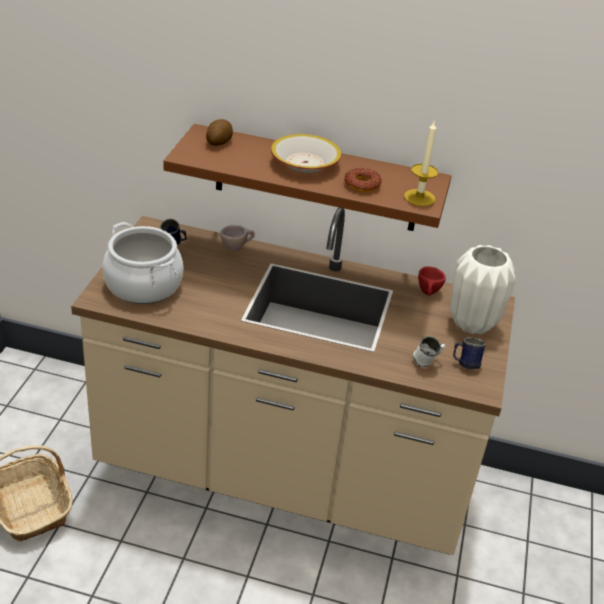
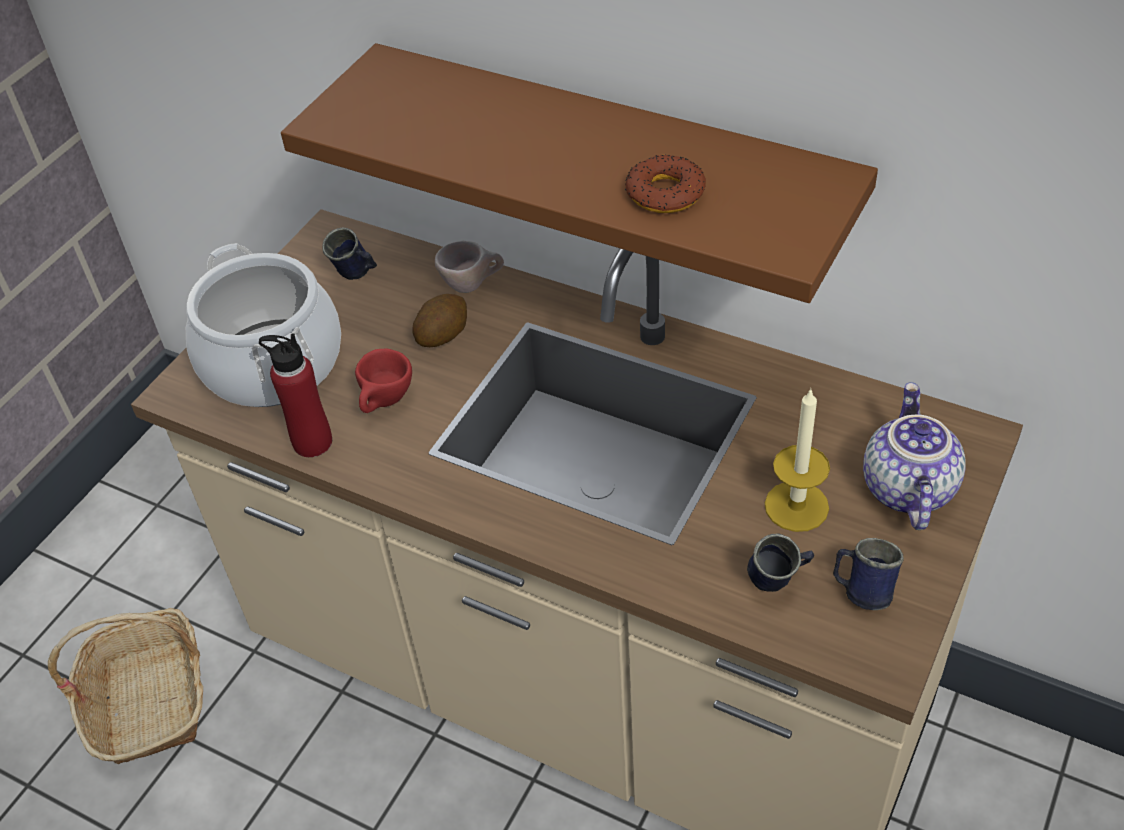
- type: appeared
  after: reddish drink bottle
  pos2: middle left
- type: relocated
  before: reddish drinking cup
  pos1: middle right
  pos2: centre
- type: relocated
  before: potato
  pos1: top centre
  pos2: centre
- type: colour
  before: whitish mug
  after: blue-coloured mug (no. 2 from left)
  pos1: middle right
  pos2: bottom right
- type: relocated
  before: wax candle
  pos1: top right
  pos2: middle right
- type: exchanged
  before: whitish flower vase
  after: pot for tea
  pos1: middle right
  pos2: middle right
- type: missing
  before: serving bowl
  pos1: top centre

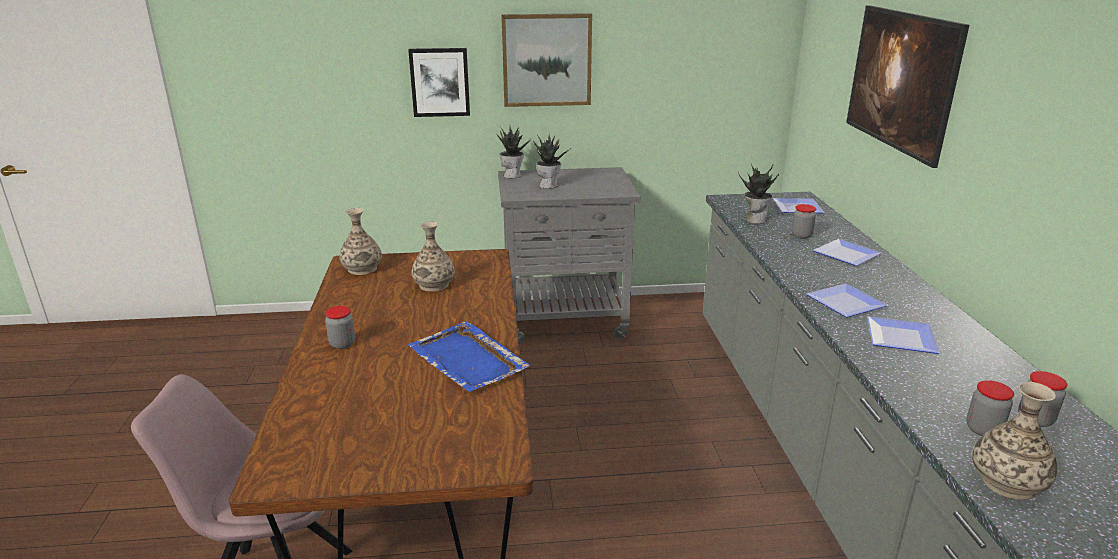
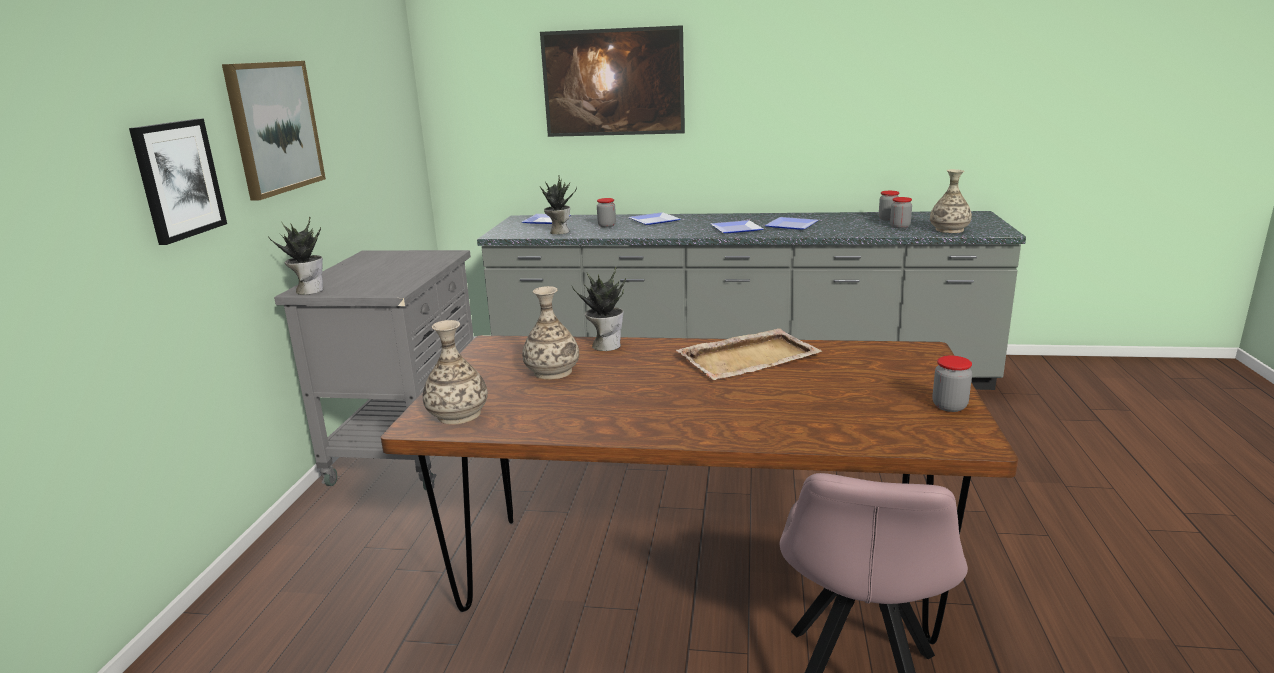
- type: relocated
  before: houseplant (no. 2 from left in the first image)
  after: houseplant (no. 3 from left)
  pos1: top centre
  pos2: centre
- type: colour
  before: blue-coloured tray
  after: sand-coloured tray
  pos1: centre
  pos2: centre
- type: relocated
  before: jar (no. 1 from left in the first image)
  after: jar (no. 4 from left)
  pos1: middle left
  pos2: middle right

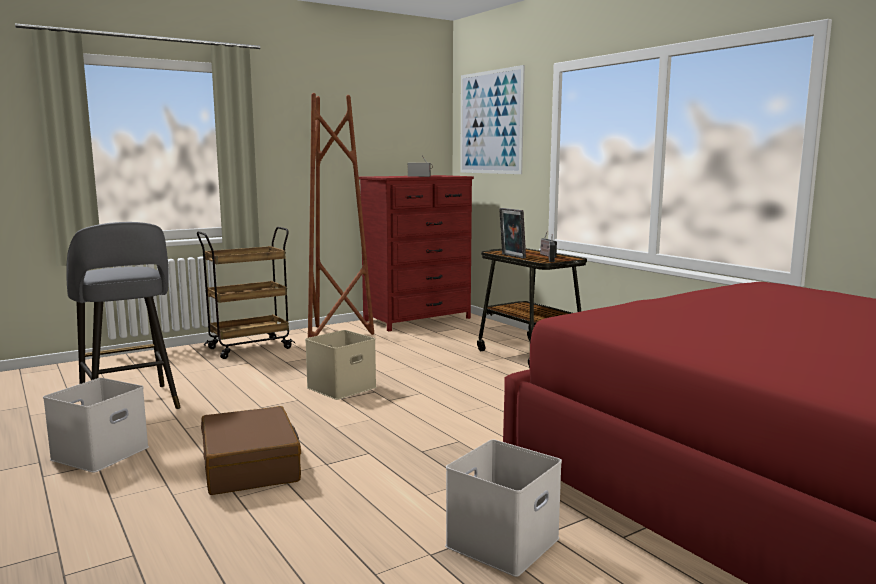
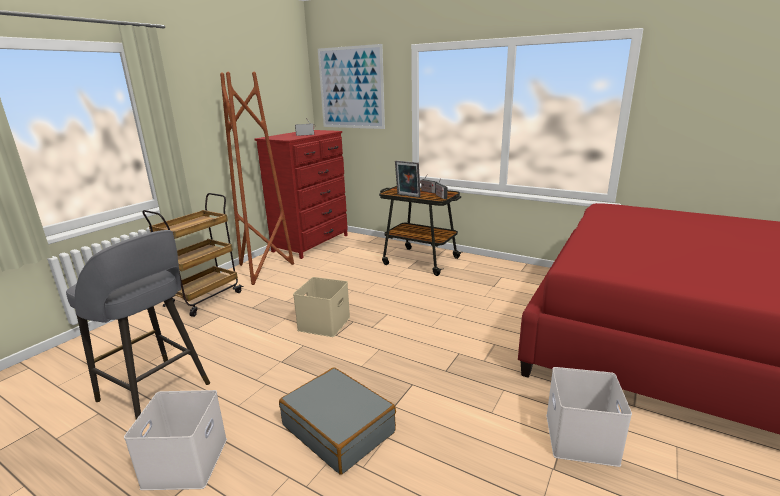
- type: colour
  before: brown piece of luggage
  after: grey piece of luggage
  pos1: bottom left
  pos2: bottom centre

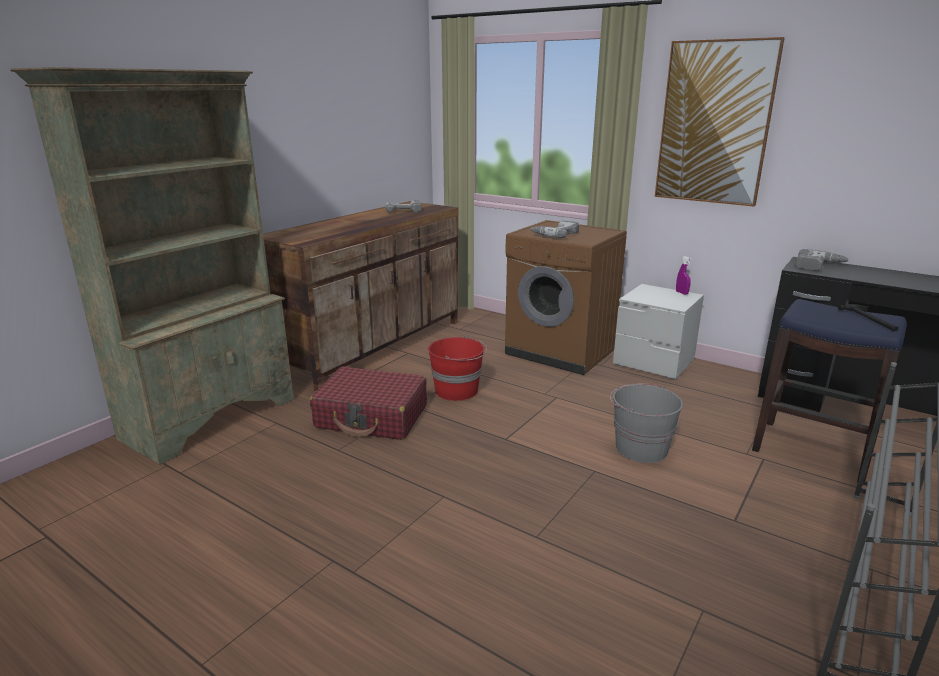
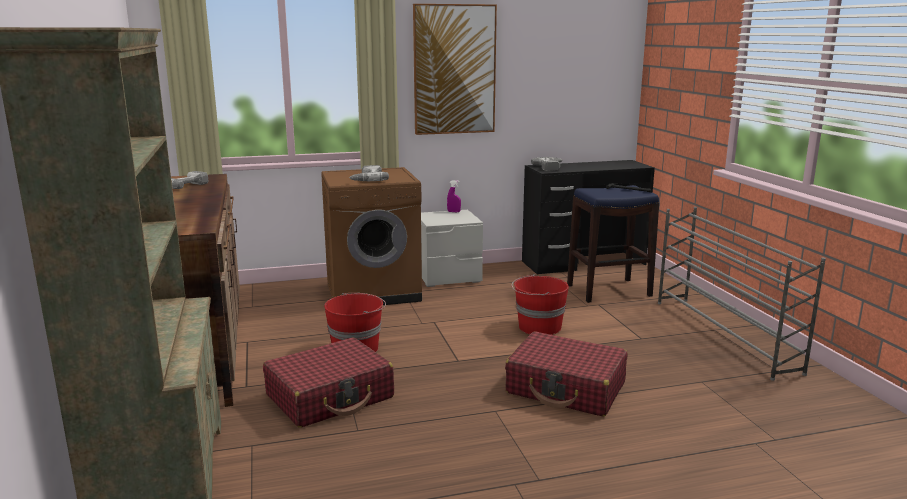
- type: appeared
  after: reddish piece of luggage (no. 2 from left)
  pos2: bottom centre
- type: colour
  before: grey bucket
  after: reddish bucket (no. 2 from left)
  pos1: middle right
  pos2: centre

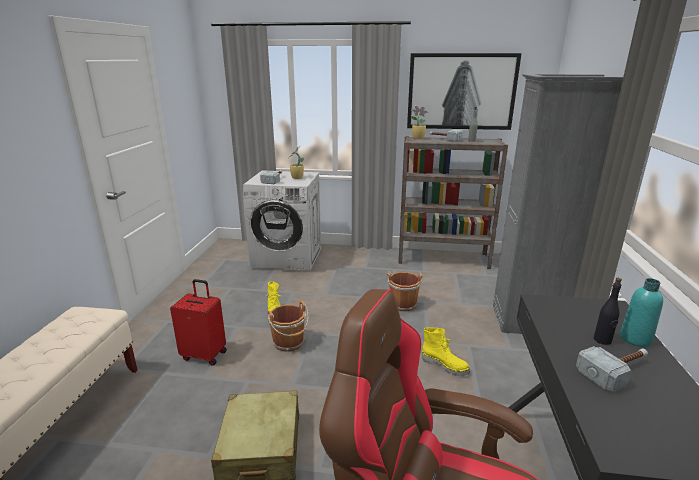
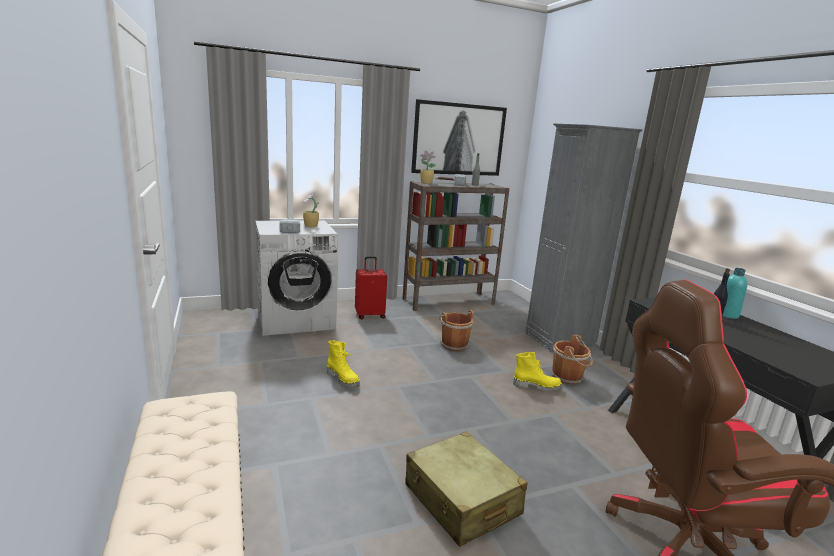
- type: relocated
  before: reddish piece of luggage
  pos1: bottom left
  pos2: centre
- type: relocated
  before: brown bucket (no. 1 from left in the first image)
  after: brown bucket (no. 2 from left)
  pos1: bottom centre
  pos2: middle right
- type: missing
  before: hammer (no. 3 from left)
  pos1: bottom right

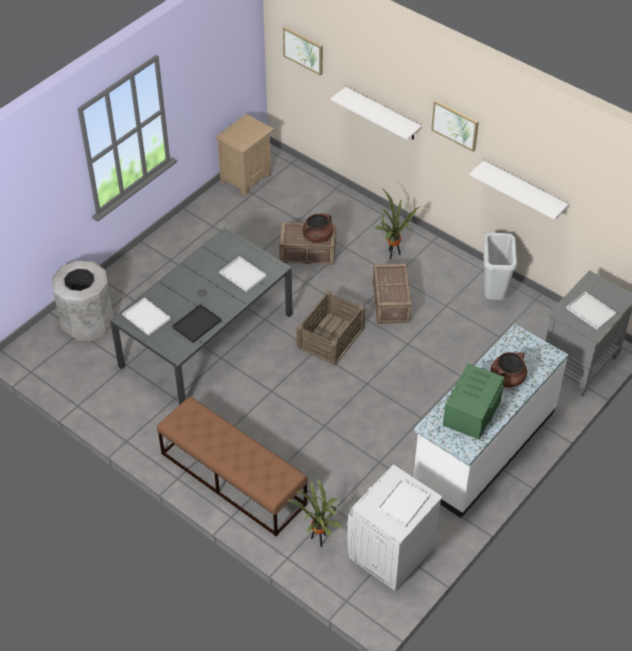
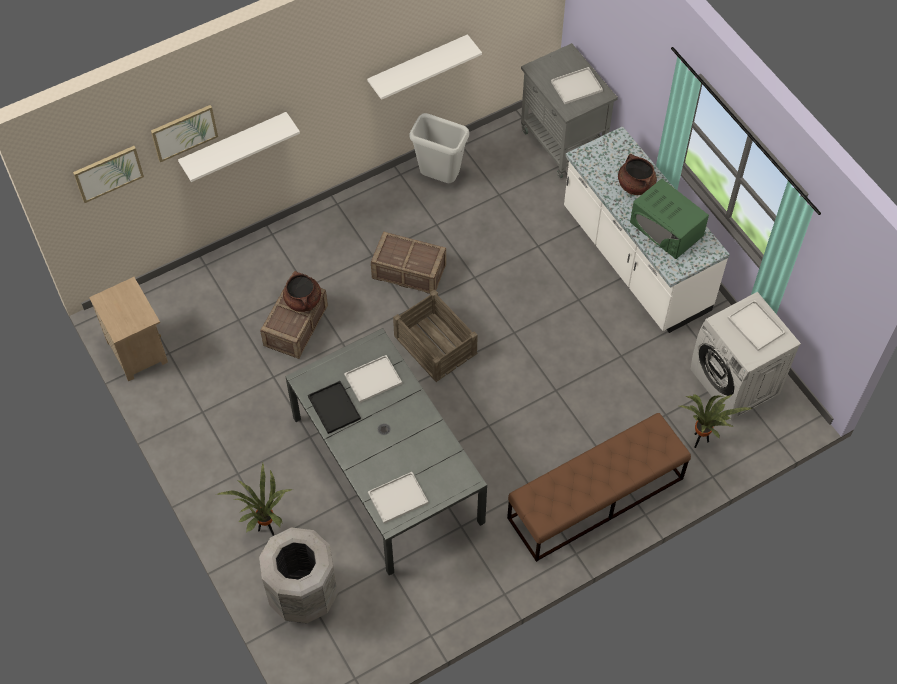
- type: relocated
  before: wall picture (no. 2 from left)
  pos1: top right
  pos2: top left
- type: relocated
  before: houseplant (no. 2 from left in the first image)
  after: houseplant (no. 1 from left)
  pos1: centre
  pos2: bottom left
- type: relocated
  before: blackish tray
  pos1: middle left
  pos2: centre

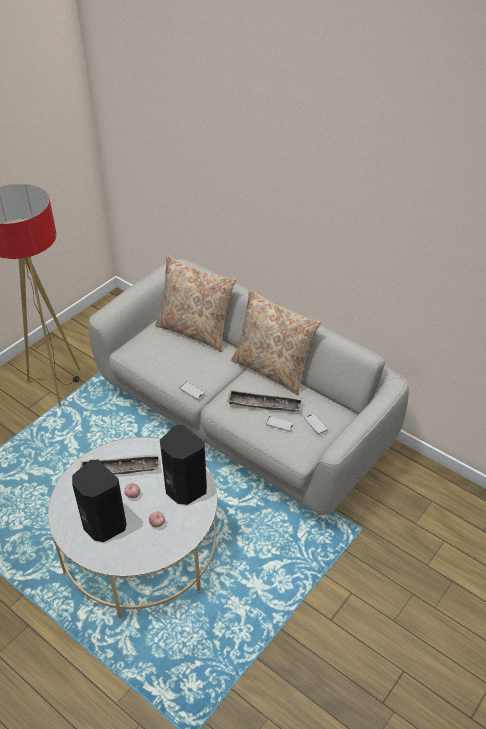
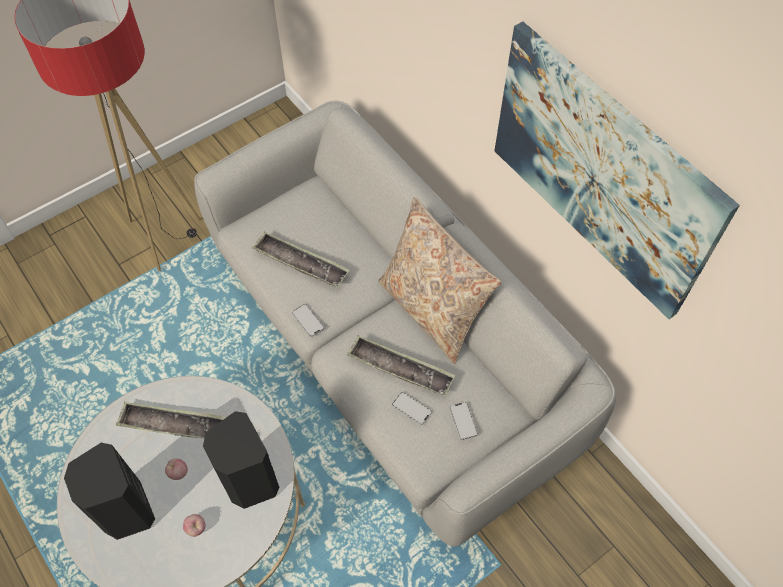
- type: appeared
  after: tray (no. 2 from left)
  pos2: centre
- type: appeared
  after: wall picture
  pos2: top right
- type: missing
  before: sand-coloured pillow (no. 1 from left)
  pos1: centre

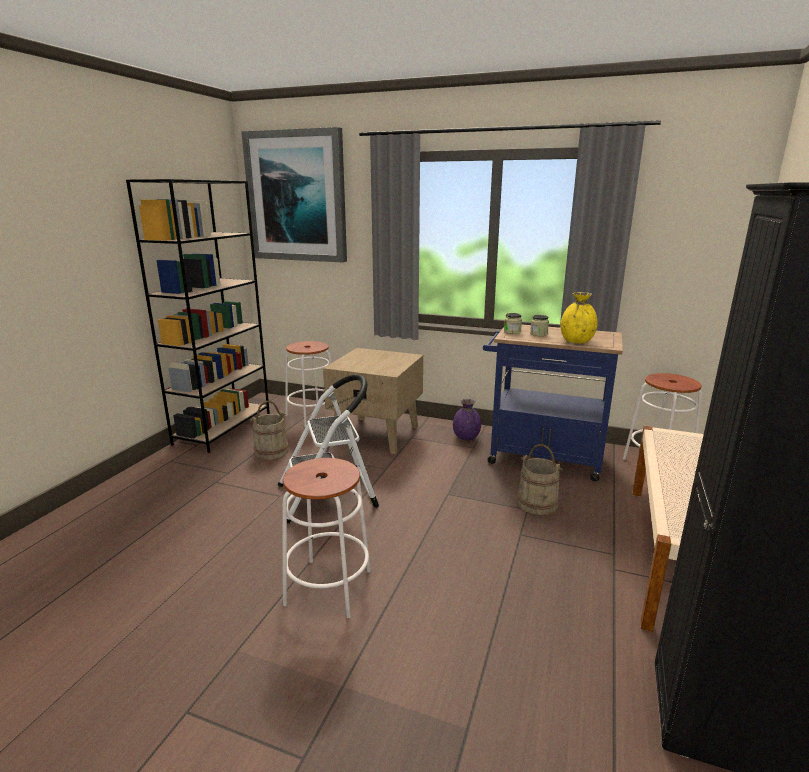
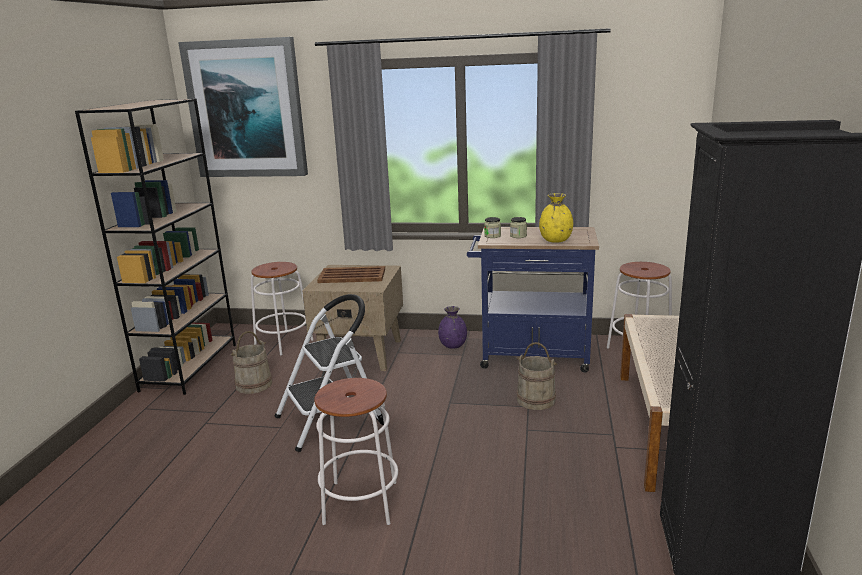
- type: appeared
  after: brown tray
  pos2: centre

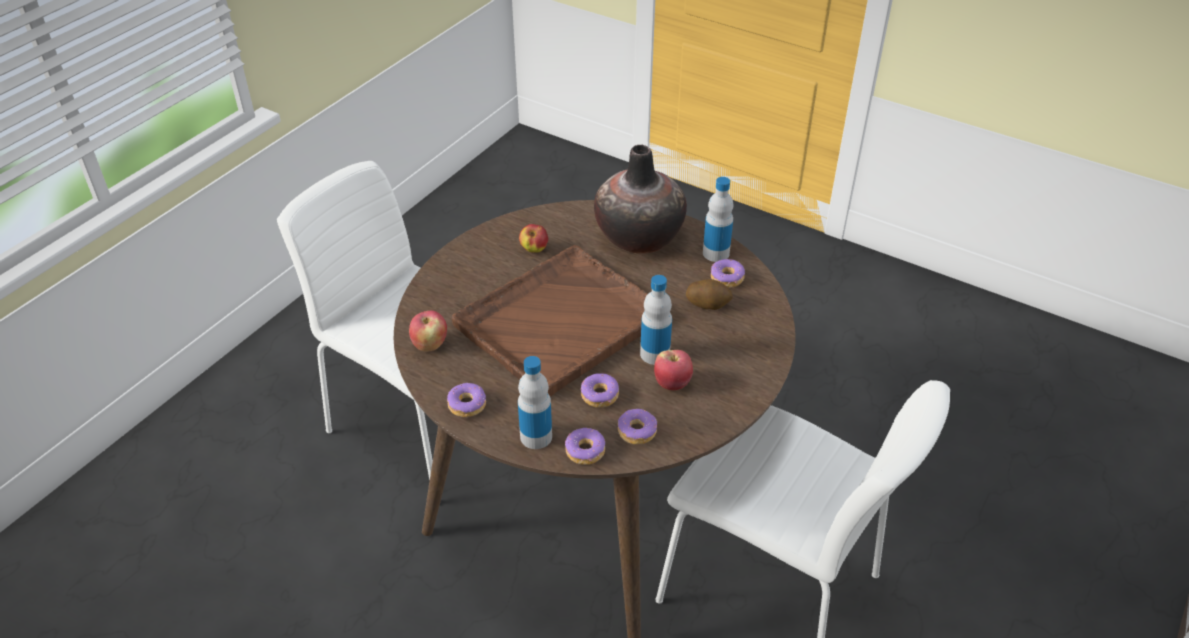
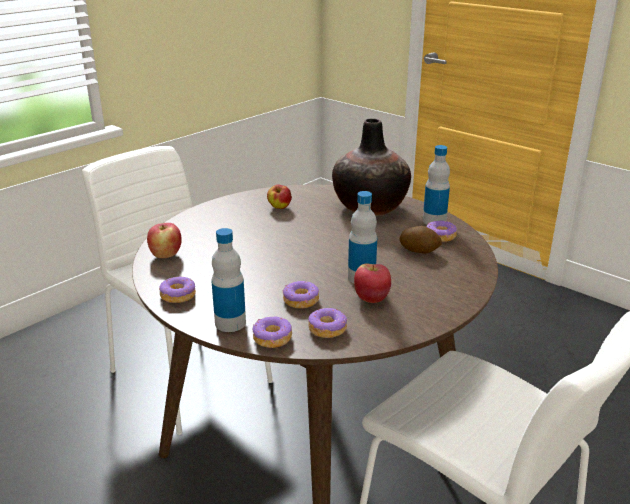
- type: missing
  before: brown tray
  pos1: centre

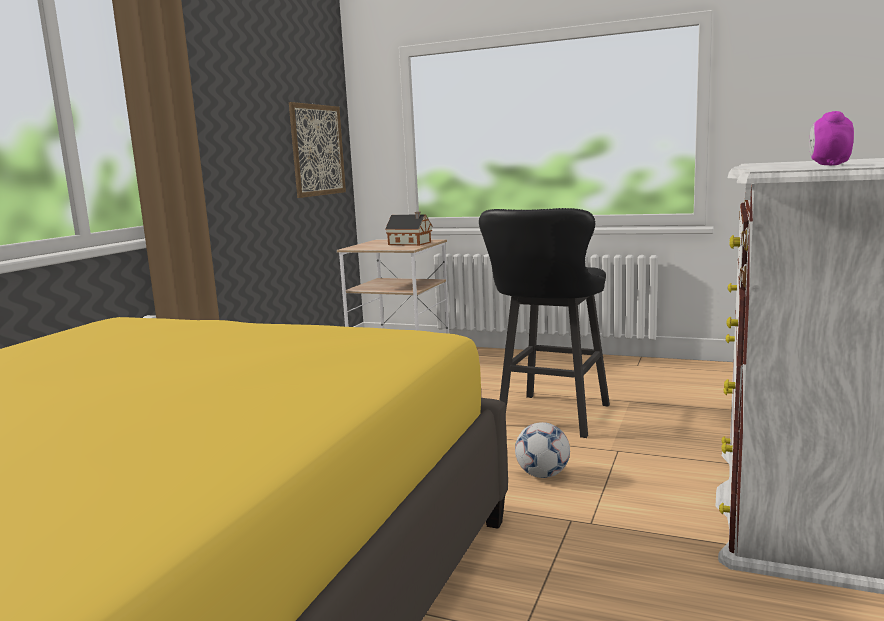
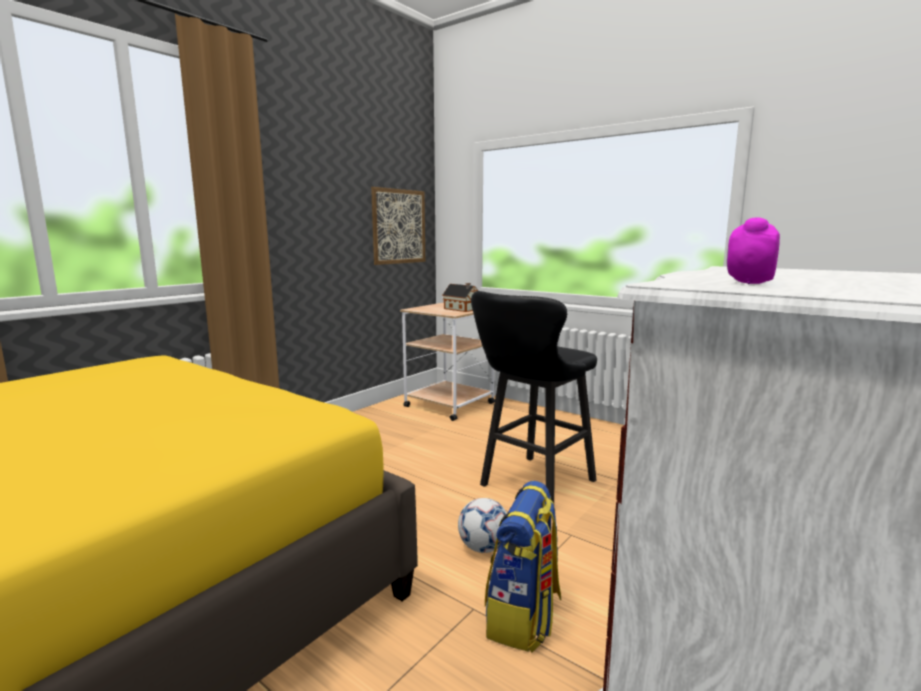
- type: appeared
  after: backpack
  pos2: bottom centre

